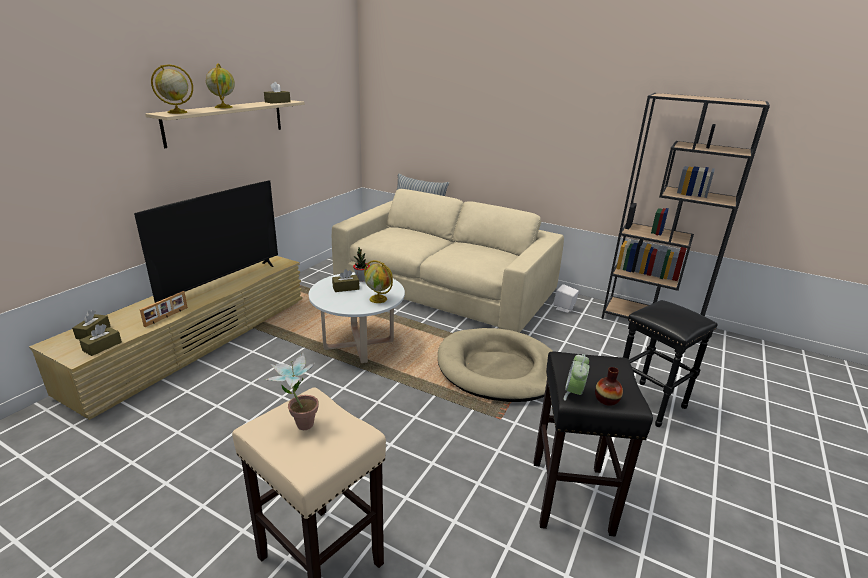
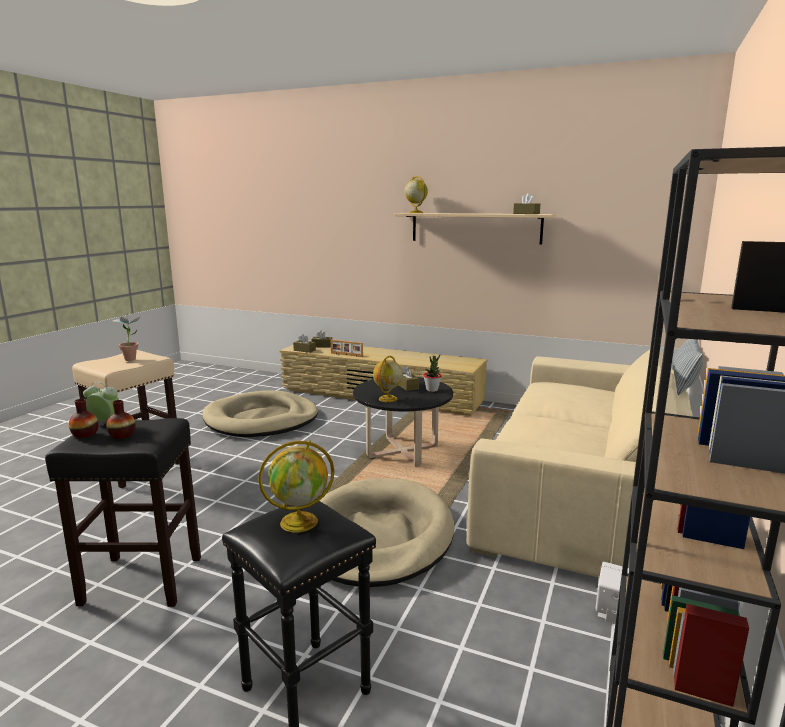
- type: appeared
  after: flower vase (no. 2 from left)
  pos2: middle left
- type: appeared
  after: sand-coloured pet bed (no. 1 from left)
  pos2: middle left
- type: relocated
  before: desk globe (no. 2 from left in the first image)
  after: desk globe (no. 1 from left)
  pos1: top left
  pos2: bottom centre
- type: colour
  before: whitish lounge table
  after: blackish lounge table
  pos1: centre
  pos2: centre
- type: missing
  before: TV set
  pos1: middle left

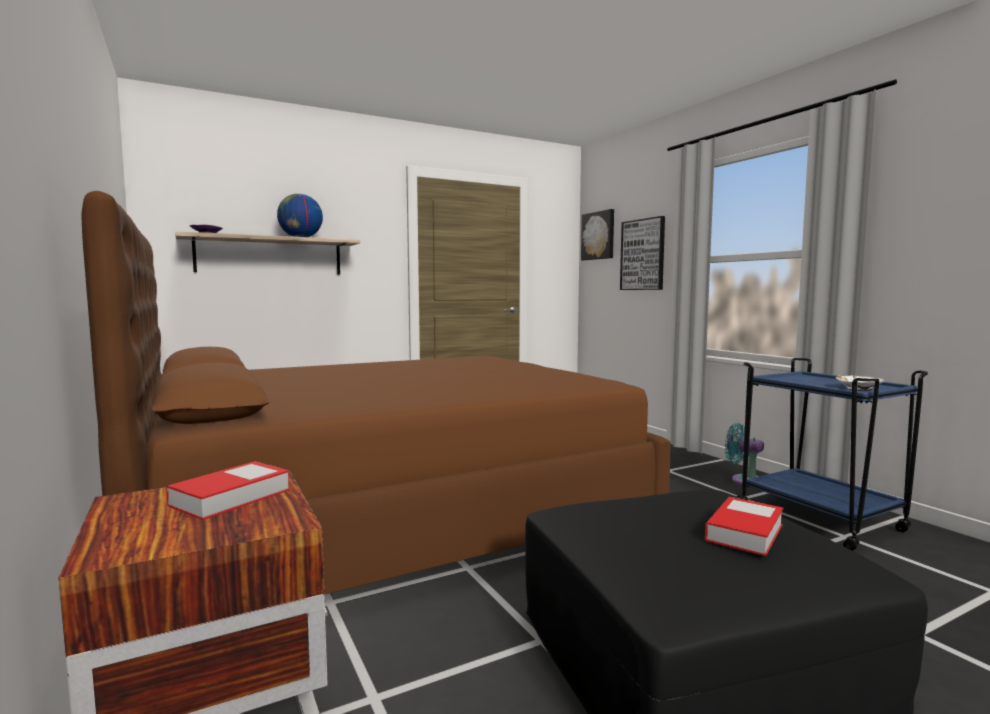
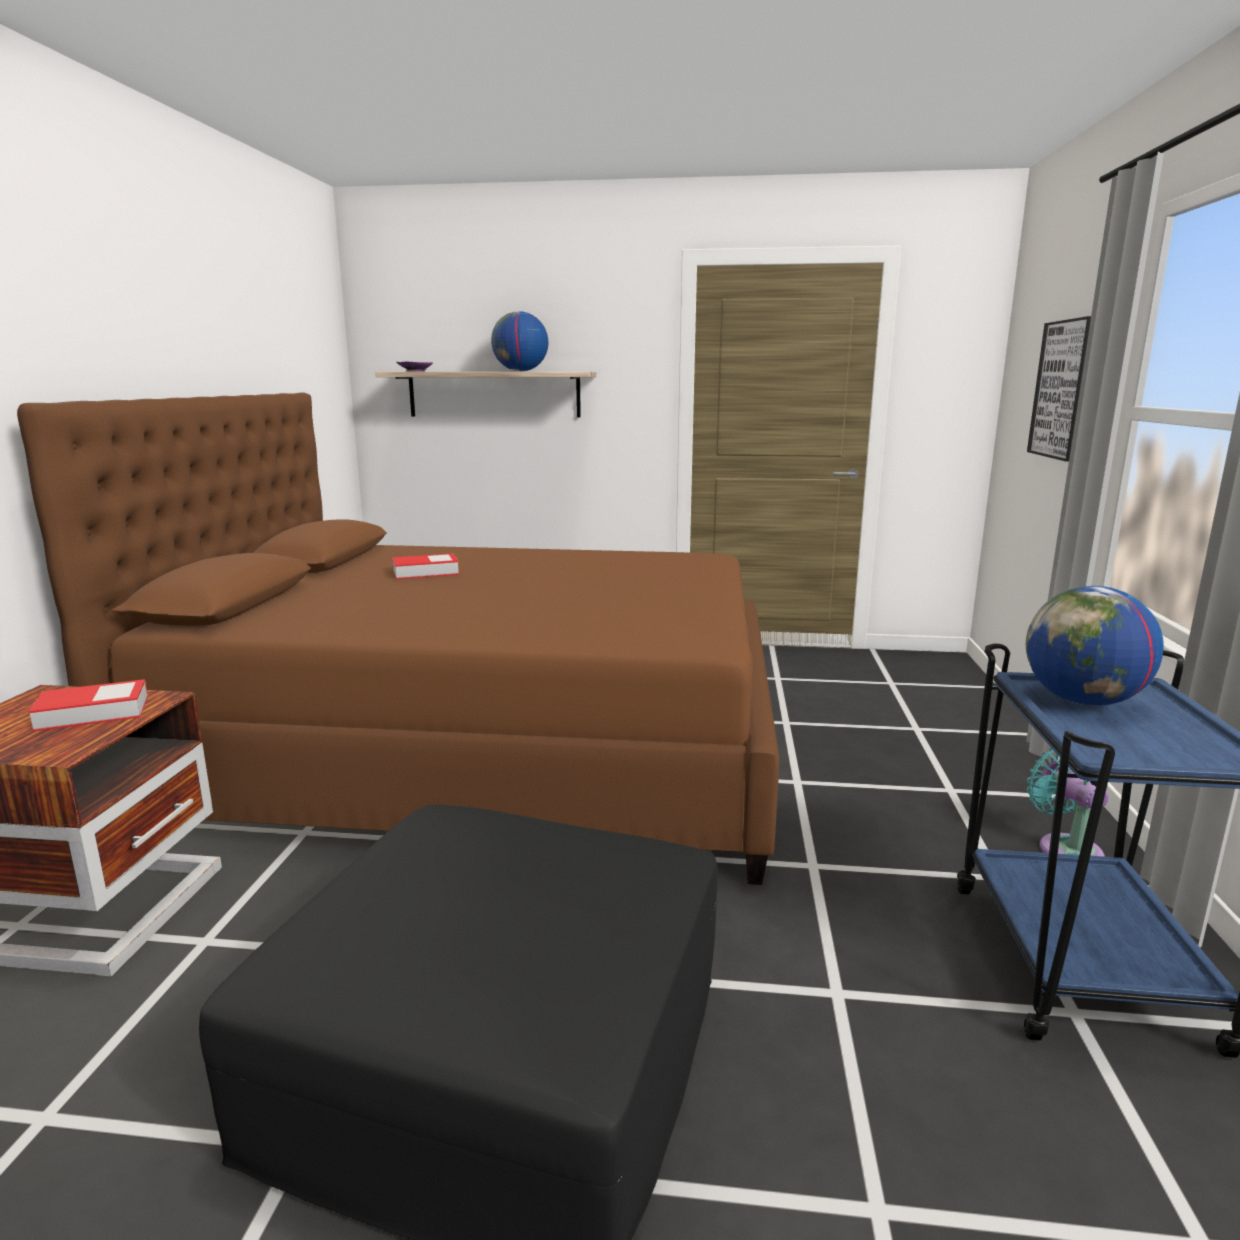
- type: relocated
  before: book (no. 2 from left)
  pos1: bottom right
  pos2: centre
- type: appeared
  after: desk globe (no. 2 from left)
  pos2: middle right
- type: missing
  before: wall picture (no. 1 from left)
  pos1: top centre
- type: missing
  before: whitish serving bowl
  pos1: middle right

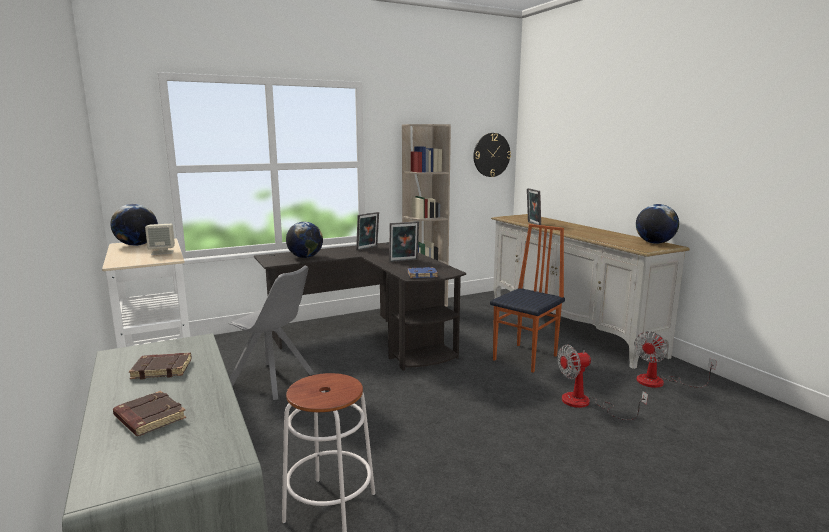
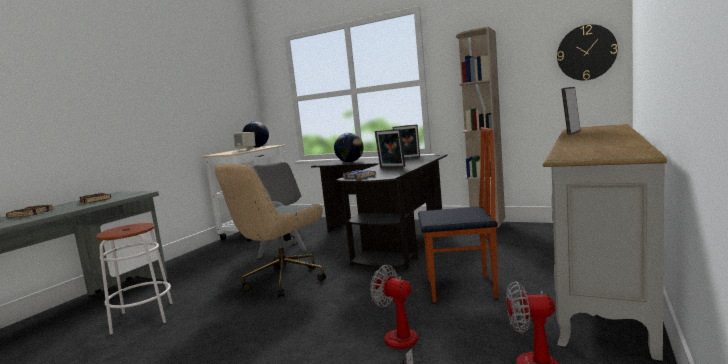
- type: appeared
  after: grey computer chair
  pos2: centre
- type: missing
  before: desk globe (no. 3 from left)
  pos1: middle right

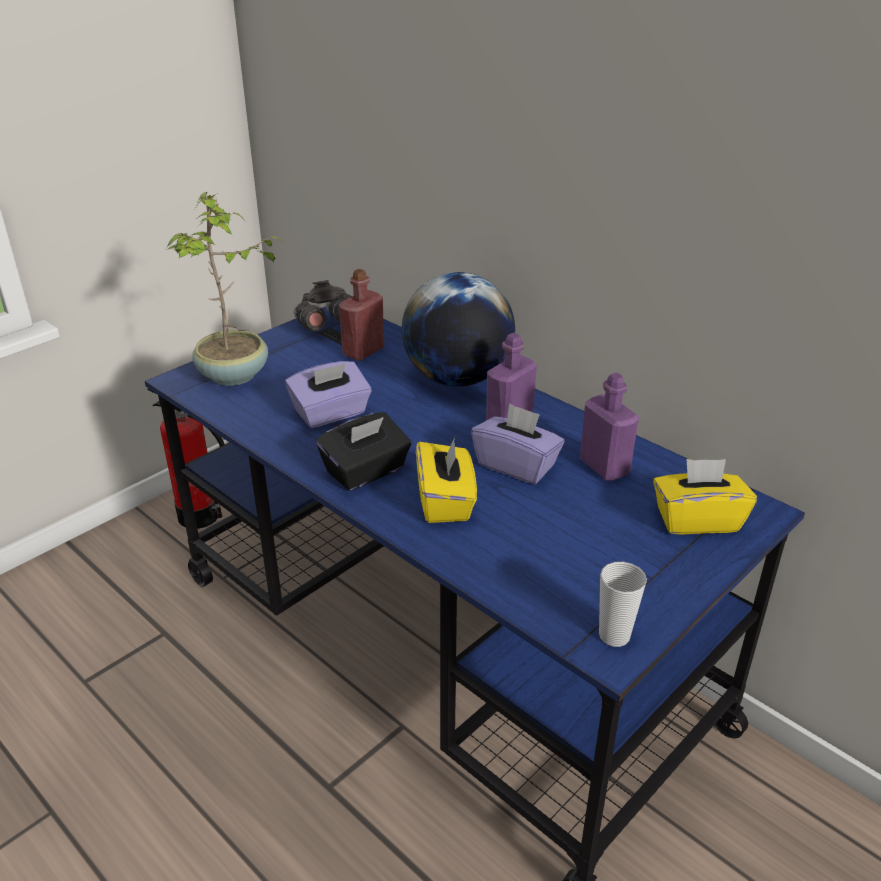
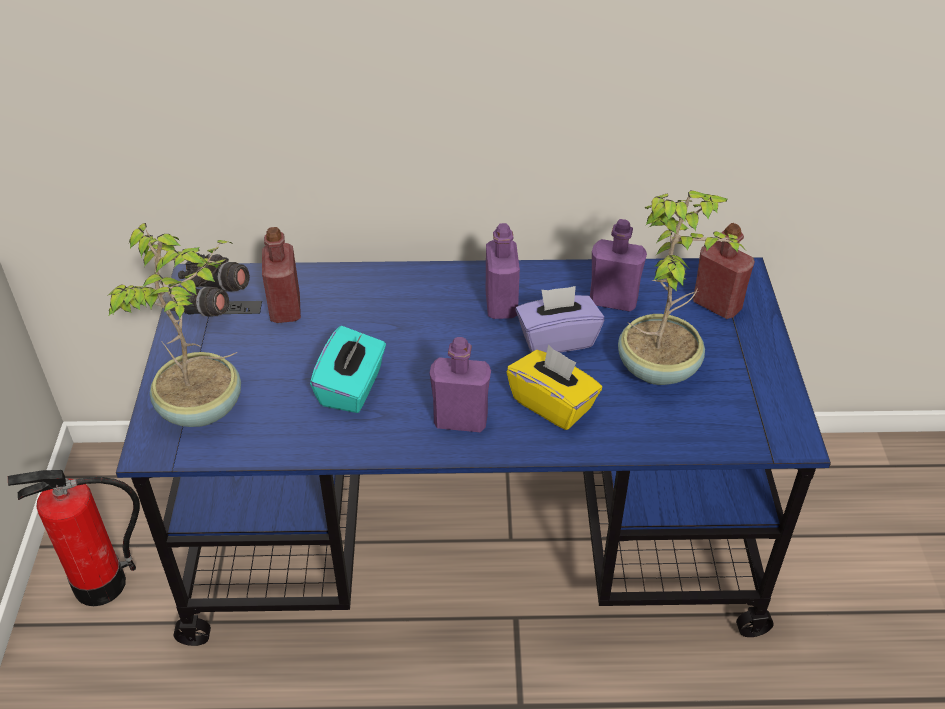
- type: colour
  before: purplish box of tissues (no. 1 from left)
  after: turquoise box of tissues
  pos1: centre
  pos2: centre
- type: exchanged
  before: blackish box of tissues
  after: purplish drink bottle (no. 1 from left)
  pos1: centre
  pos2: centre
- type: appeared
  after: houseplant (no. 2 from left)
  pos2: middle right
- type: exchanged
  before: yellowish box of tissues (no. 2 from left)
  after: reddish drink bottle (no. 2 from left)
  pos1: middle right
  pos2: middle right
- type: missing
  before: desk globe
  pos1: centre
- type: missing
  before: drinking cup
  pos1: bottom right

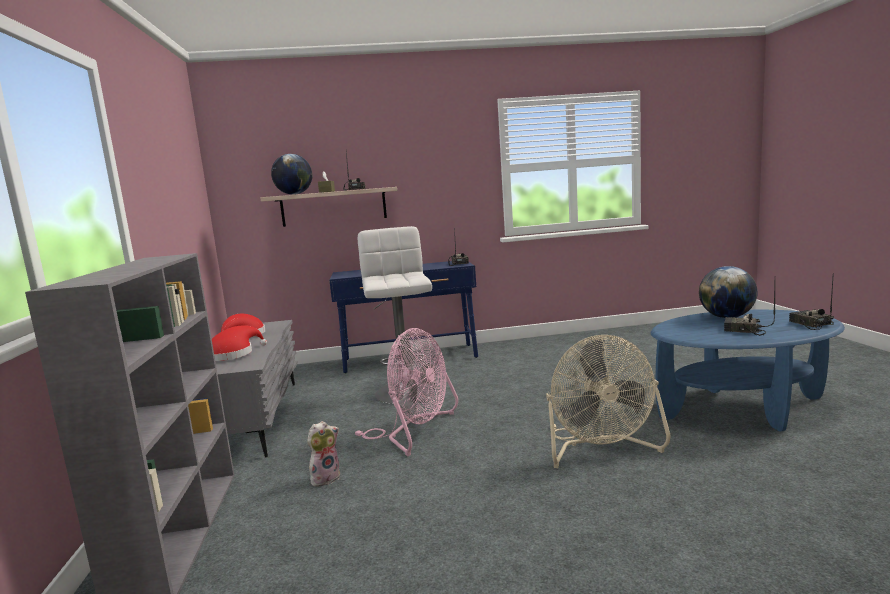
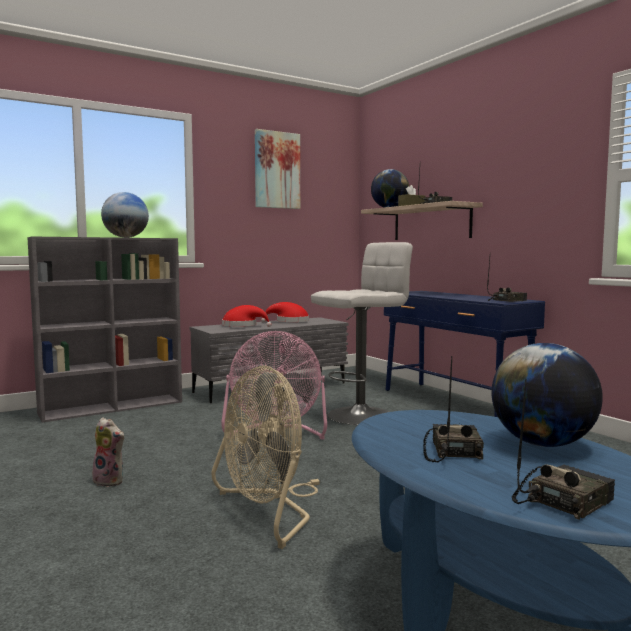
- type: relocated
  before: soft toy
  pos1: bottom centre
  pos2: bottom left
- type: appeared
  after: desk globe (no. 1 from left)
  pos2: middle left
- type: appeared
  after: wall picture
  pos2: top centre

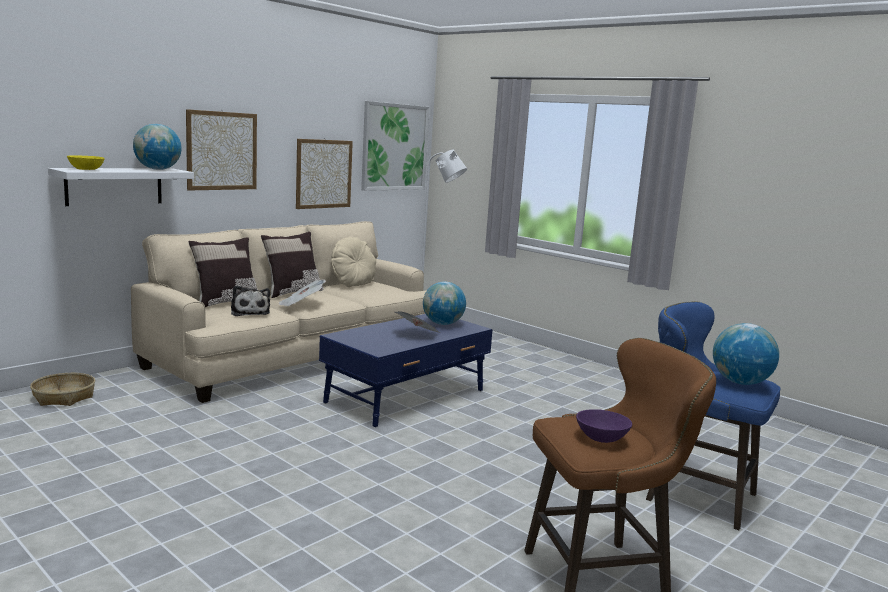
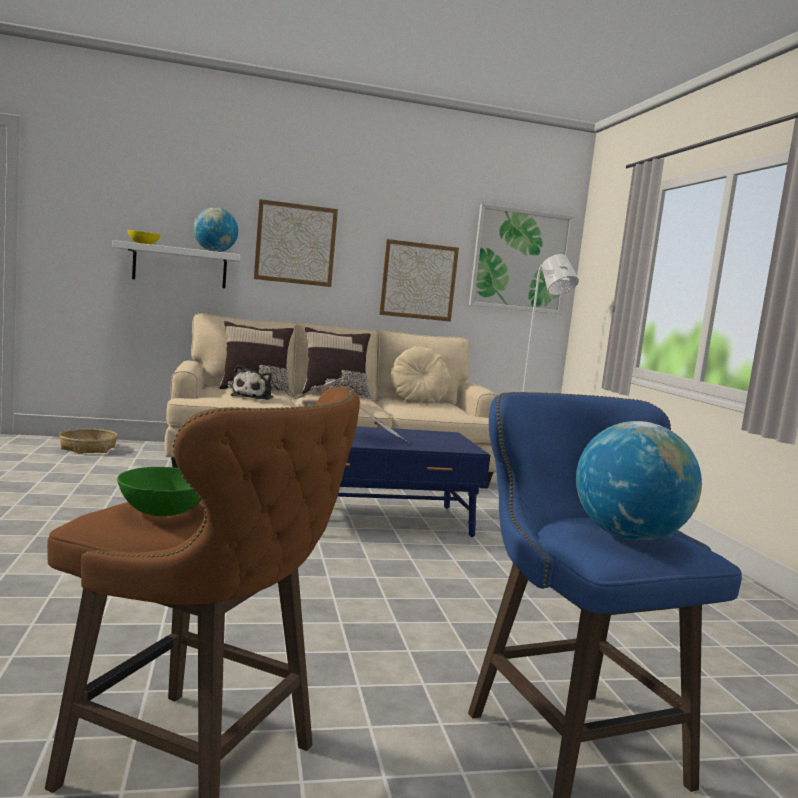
- type: colour
  before: purplish serving bowl
  after: green-coloured serving bowl
  pos1: bottom right
  pos2: middle left
- type: missing
  before: desk globe (no. 2 from left)
  pos1: centre

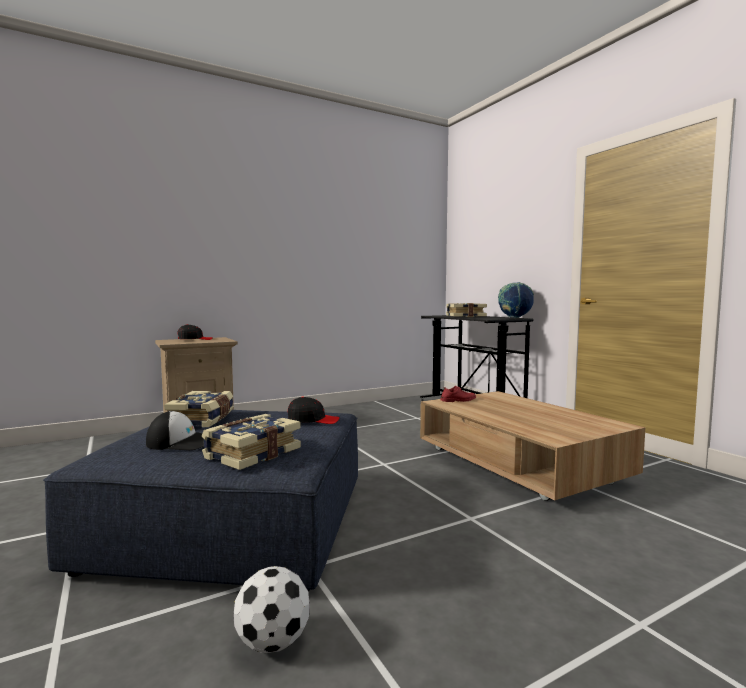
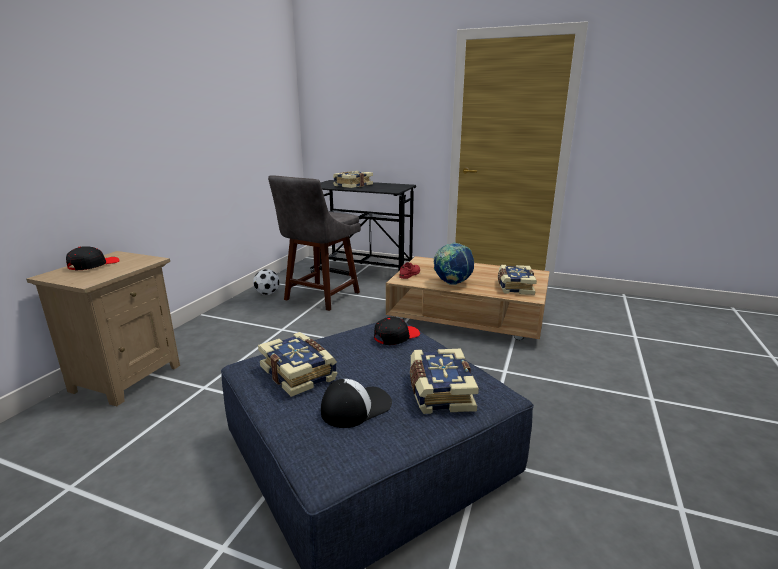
- type: relocated
  before: football ball
  pos1: bottom centre
  pos2: centre
- type: appeared
  after: grey sitting stool
  pos2: centre
- type: relocated
  before: desk globe
  pos1: middle right
  pos2: centre
- type: appeared
  after: book (no. 4 from left)
  pos2: centre

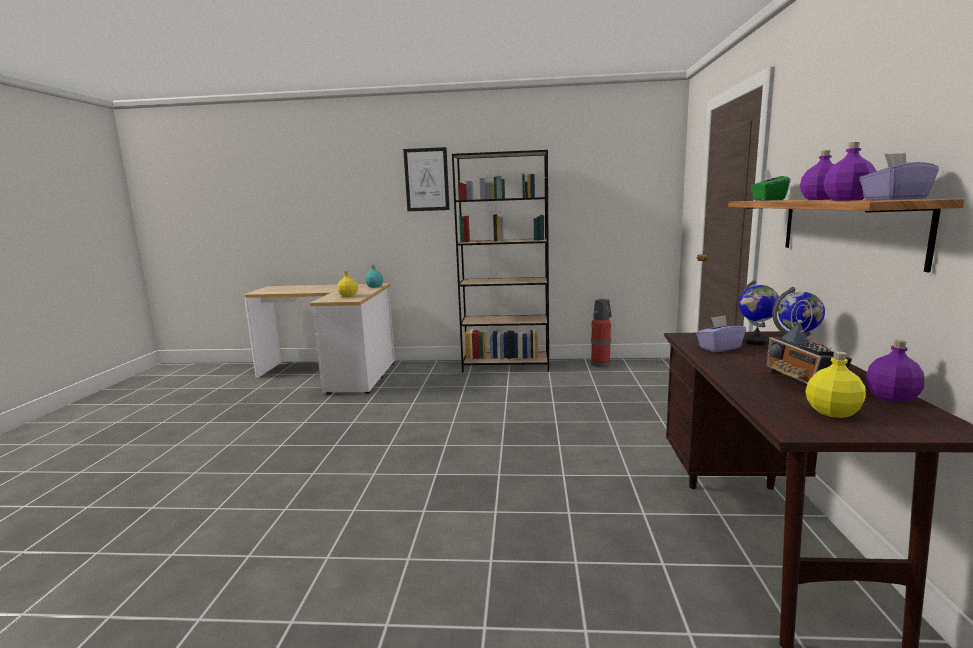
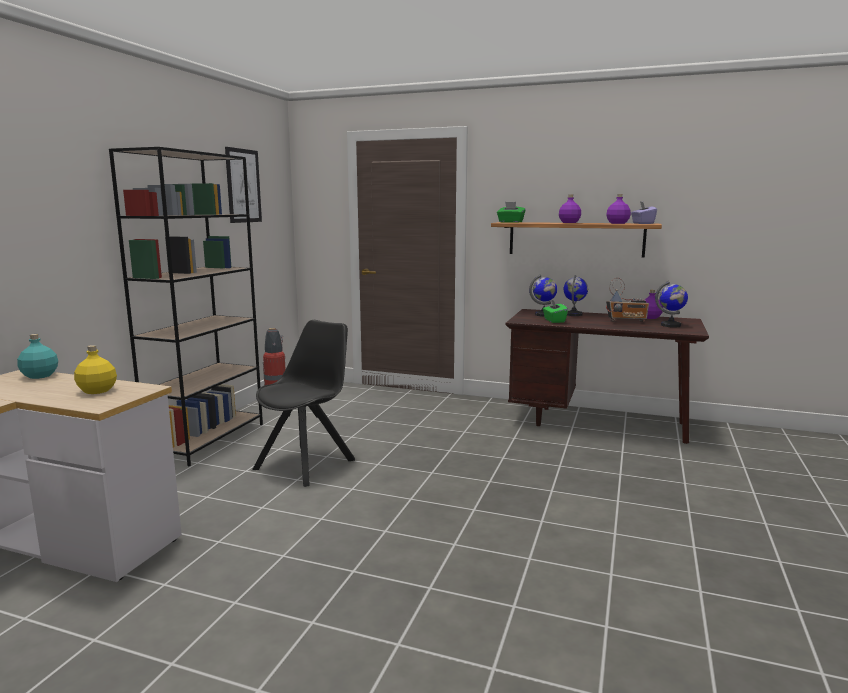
- type: relocated
  before: wall picture
  pos1: top centre
  pos2: top left
- type: appeared
  after: blackish plain chair
  pos2: centre
- type: colour
  before: purplish box of tissues (no. 1 from left)
  after: green-coloured box of tissues (no. 2 from left)
  pos1: middle right
  pos2: centre
- type: exchanged
  before: yellowish drink bottle (no. 2 from left)
  after: desk globe (no. 3 from left)
  pos1: middle right
  pos2: middle right

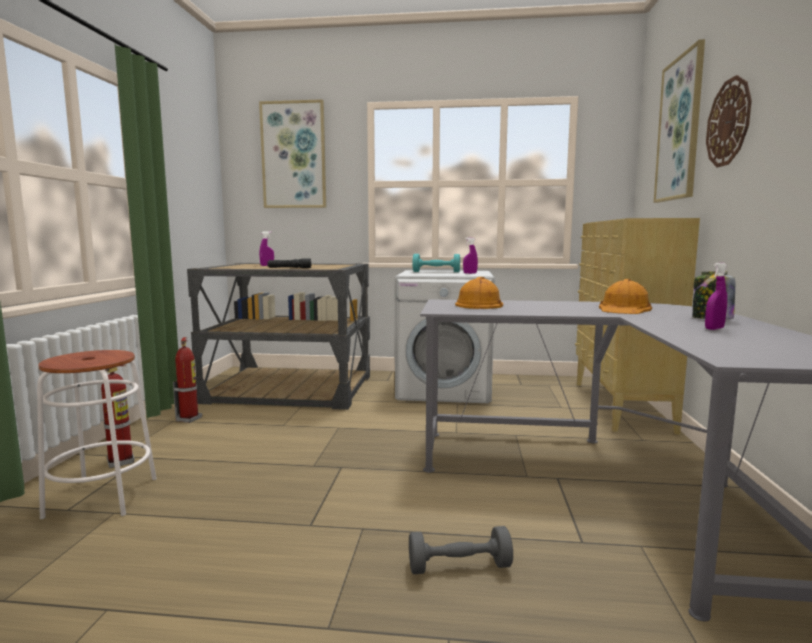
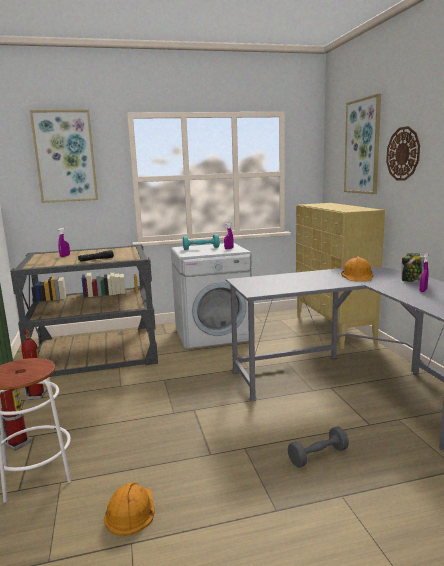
- type: relocated
  before: orange-coloured safety helmet (no. 1 from left)
  pos1: centre
  pos2: bottom left

